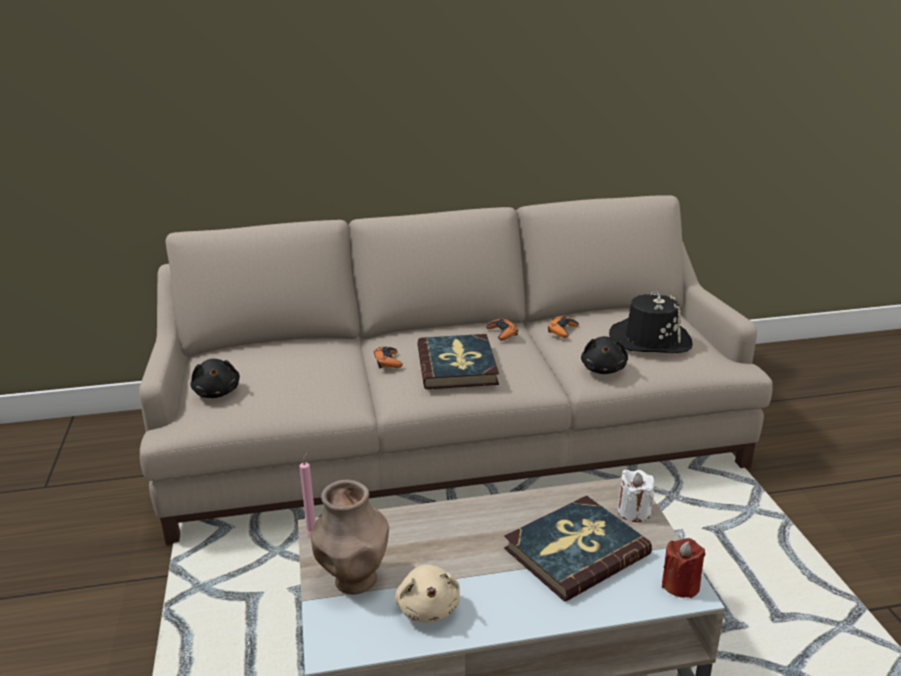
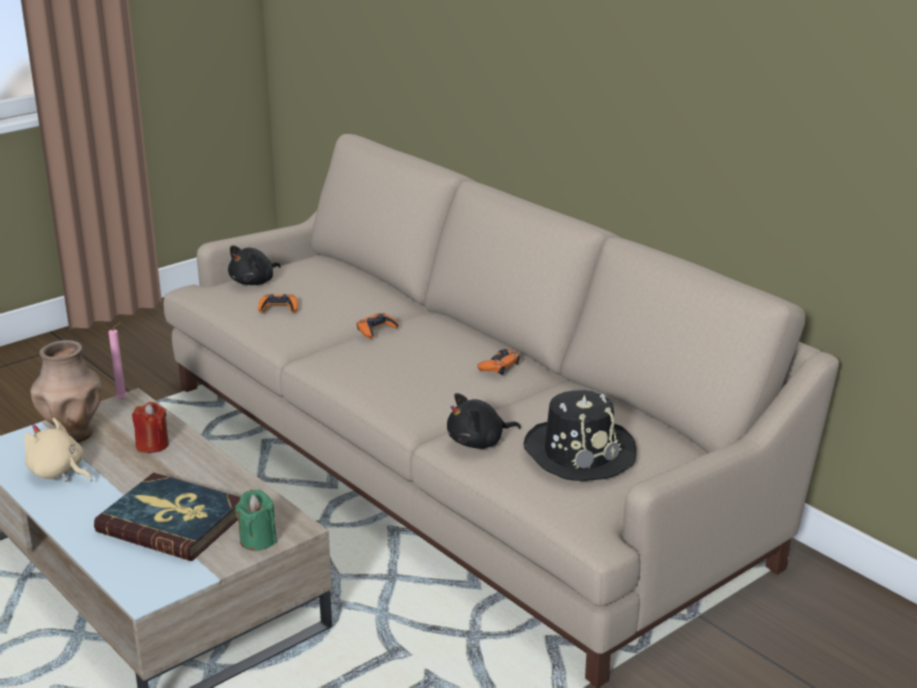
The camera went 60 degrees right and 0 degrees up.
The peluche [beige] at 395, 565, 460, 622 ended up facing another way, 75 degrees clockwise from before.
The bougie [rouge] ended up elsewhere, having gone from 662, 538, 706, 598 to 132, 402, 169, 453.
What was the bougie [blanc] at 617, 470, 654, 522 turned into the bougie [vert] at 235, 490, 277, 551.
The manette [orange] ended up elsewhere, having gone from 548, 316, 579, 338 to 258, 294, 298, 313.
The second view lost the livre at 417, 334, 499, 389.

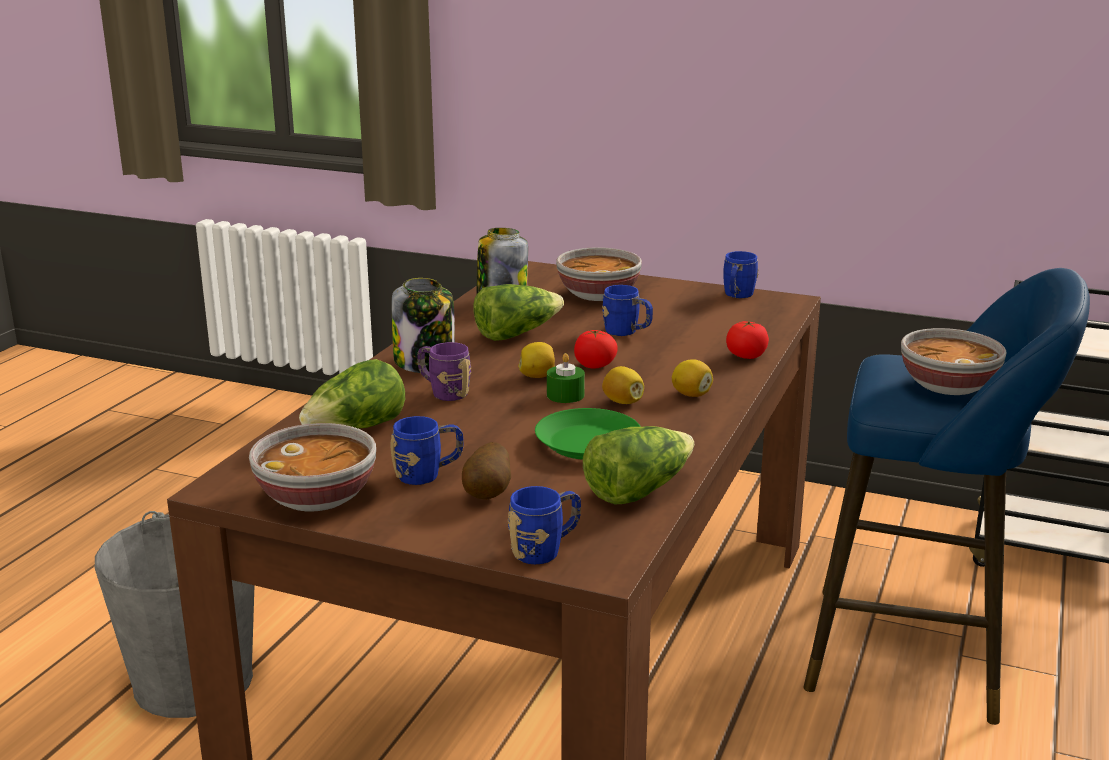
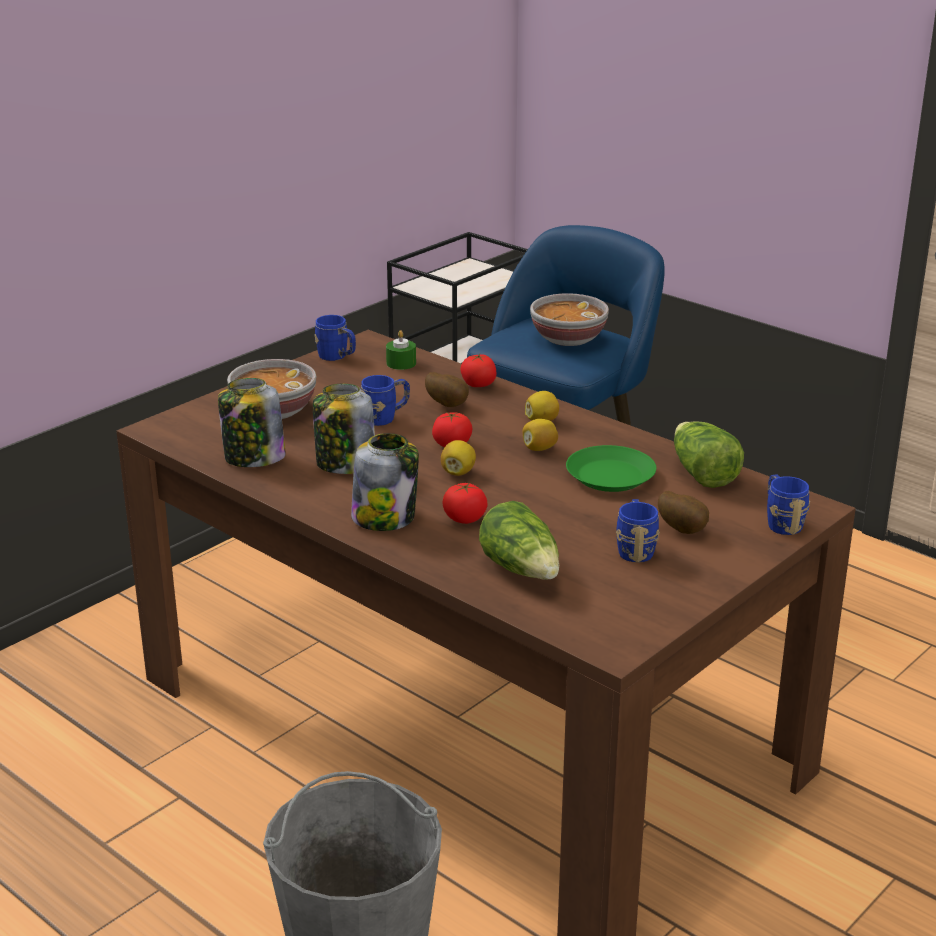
The camera went 70 degrees left and 5 degrees up.
Where the laitue stood at 473, 284, 564, 341, the bocal came to stand at 313, 384, 375, 474.
The bougie [vert] ended up elsewhere, having gone from 547, 353, 585, 403 to 386, 330, 416, 370.
The second view gained the pomme de terre at 425, 372, 469, 407.
Where the mug [violet] stood at 417, 342, 471, 401, the tomate came to stand at 442, 483, 487, 524.
The second view lost the bol at 249, 423, 376, 512.

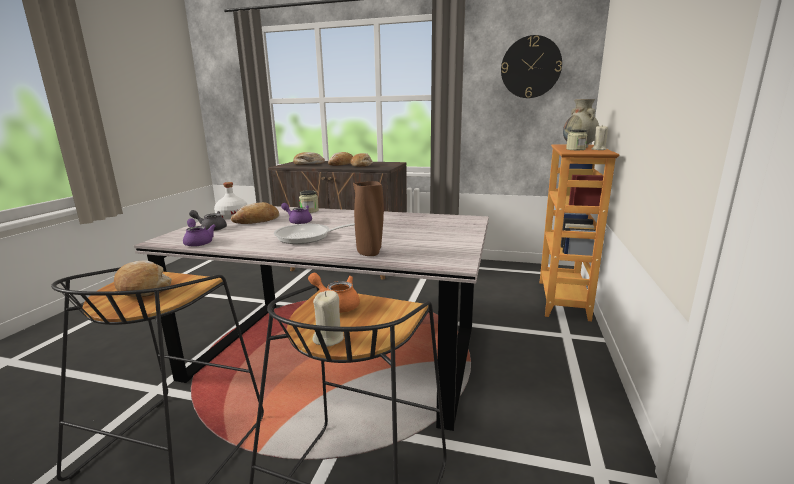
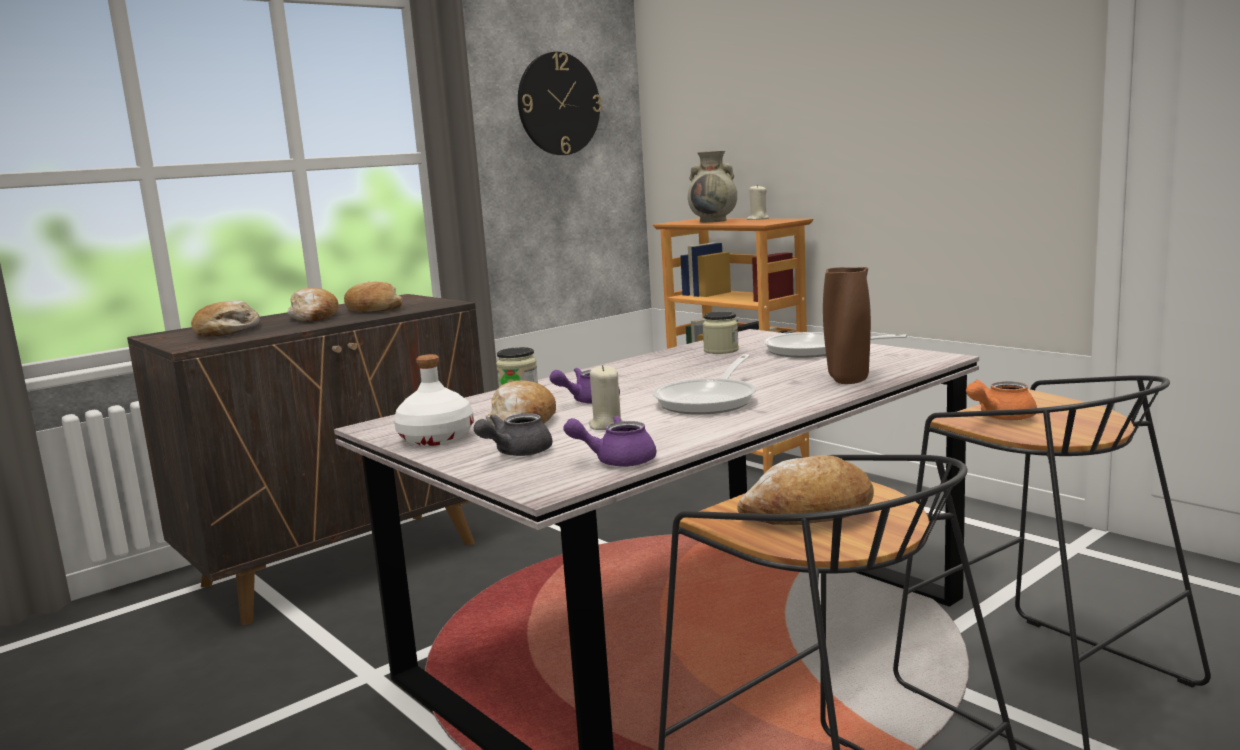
The camera went 55 degrees left and 5 degrees down.
The bougie [beige] ended up elsewhere, having gone from 313, 291, 344, 347 to 589, 365, 623, 430.
The bocal ended up elsewhere, having gone from 566, 129, 587, 150 to 703, 312, 739, 354.
The second view gained the poêle at 763, 332, 907, 358.

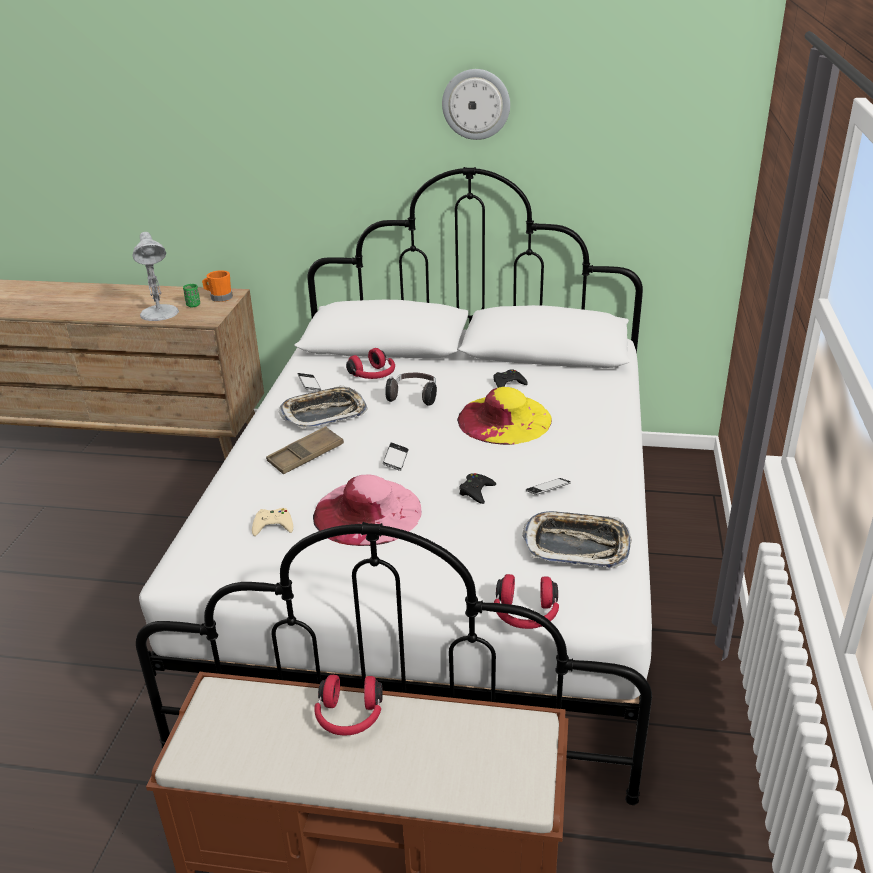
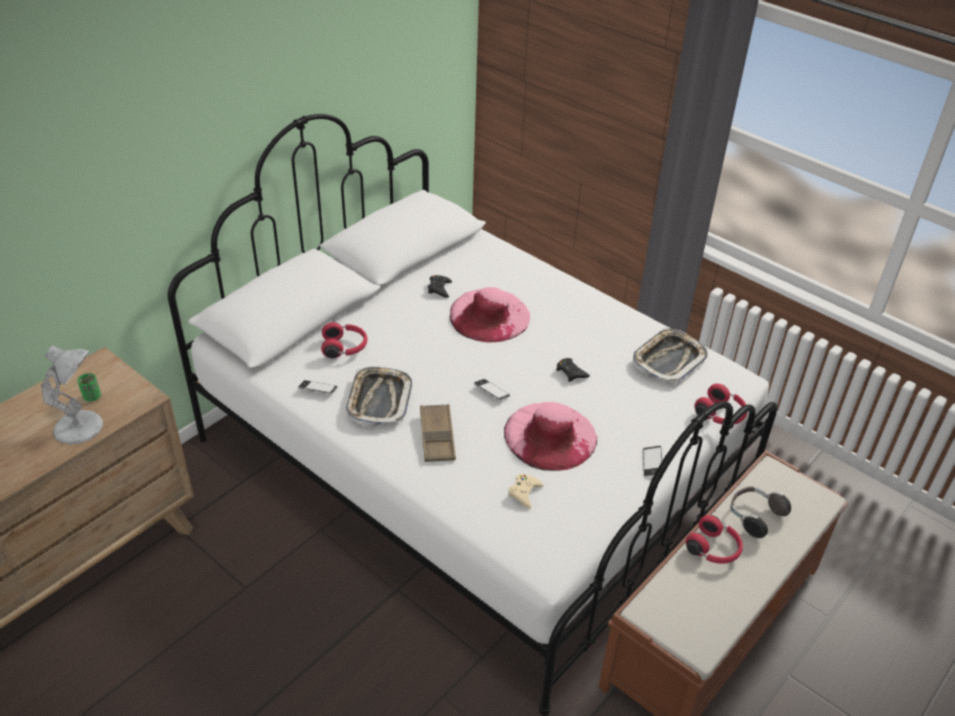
The camera went 60 degrees left and 10 degrees up.
What was the chapeau [jaune] at 457, 387, 552, 445 turned into the chapeau [rose] at 450, 287, 530, 342.
The téléphone ended up elsewhere, having gone from 526, 478, 571, 495 to 643, 446, 662, 477.
The casque audio ended up elsewhere, having gone from 385, 373, 437, 406 to 730, 486, 791, 538.
The second view lost the mug [orange] at 202, 270, 233, 302.
The second view lost the horloge murale at 442, 69, 510, 140.

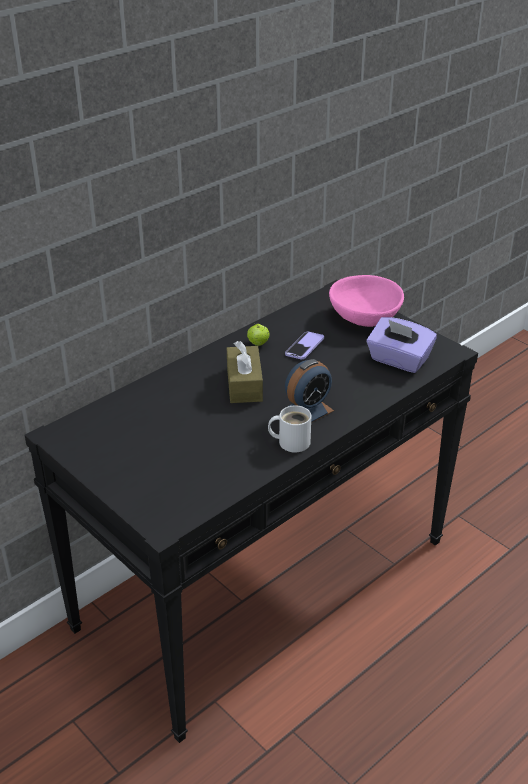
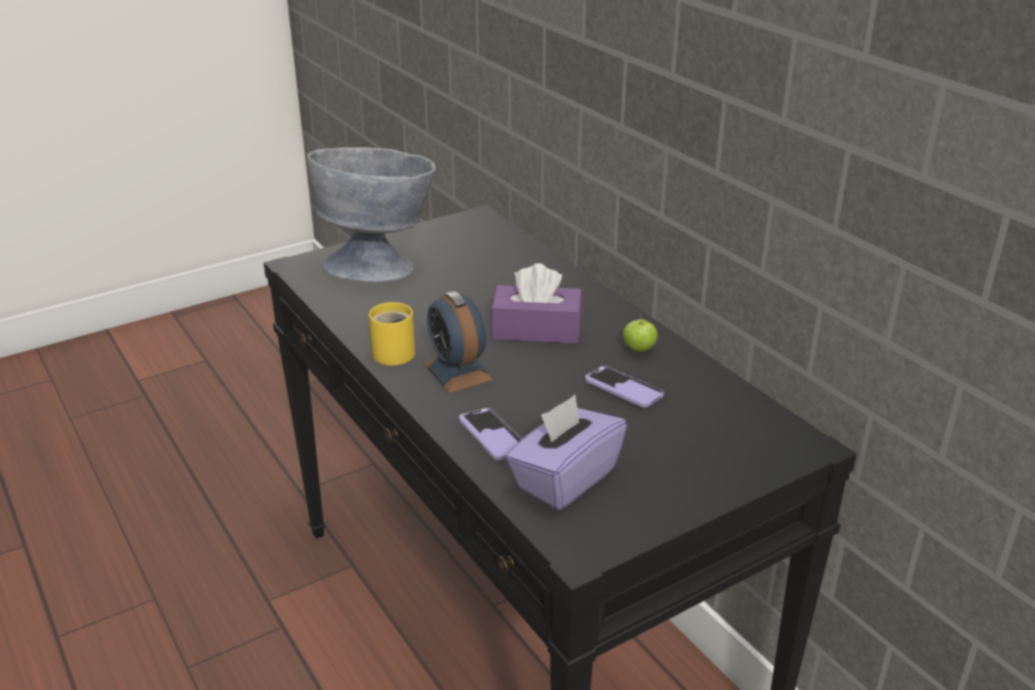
The camera went 100 degrees right and 5 degrees down.
The second view gained the bol [gris] at 307, 147, 436, 282.
What was the mug [blanc] at 268, 405, 311, 453 turned into the mug [jaune] at 369, 302, 415, 366.
The second view gained the téléphone at 459, 408, 522, 460.
What was the boîte à mouchoirs [marron] at 227, 341, 263, 403 turned into the boîte à mouchoirs [violet] at 491, 263, 582, 344.
The second view lost the bol [rose] at 329, 275, 404, 327.

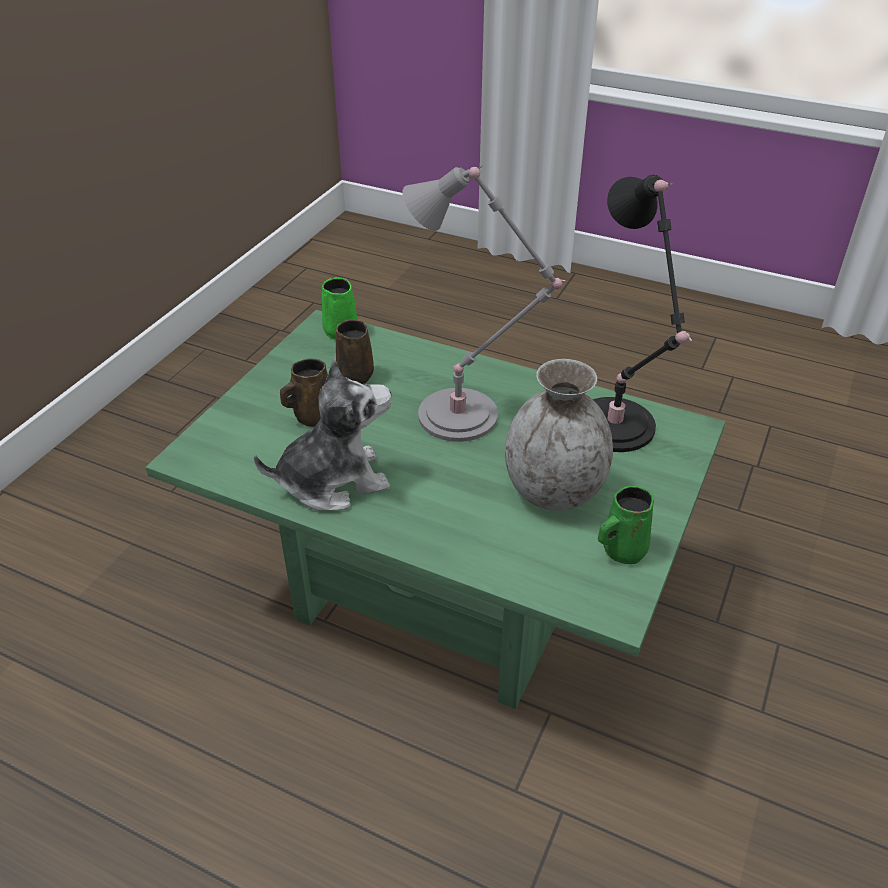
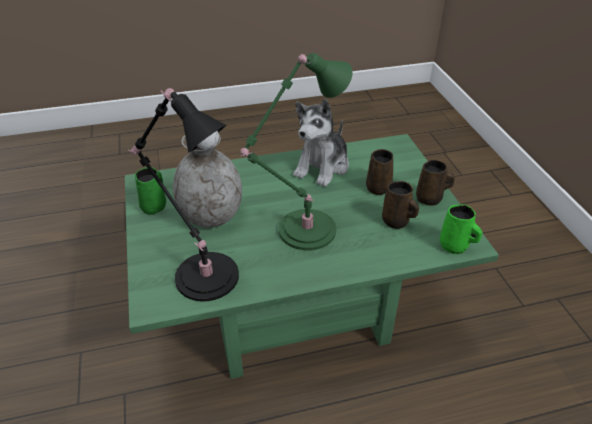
The camera went 140 degrees right and 0 degrees up.
What was the lampe de table [gris] at 402, 165, 565, 442 turned into the lampe de table [vert] at 240, 53, 353, 250.
The second view gained the mug [marron] at 416, 159, 455, 206.

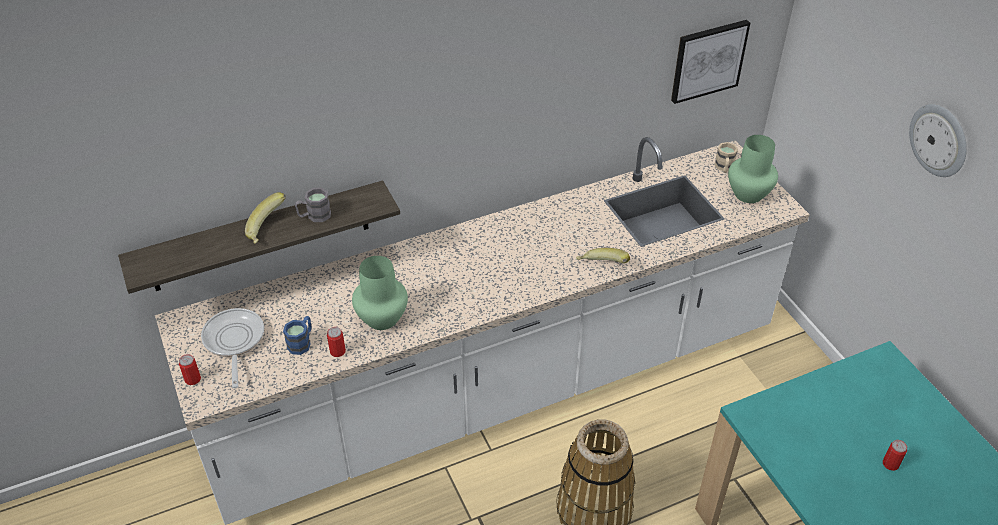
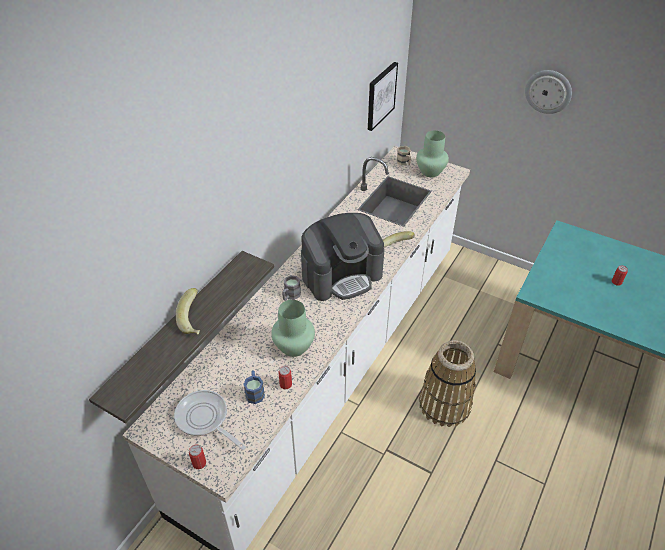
The camera went 35 degrees left and 0 degrees up.
The mug [gris] ended up elsewhere, having gone from 295, 188, 331, 222 to 282, 275, 301, 301.
The second view gained the machine à café at 301, 213, 385, 301.

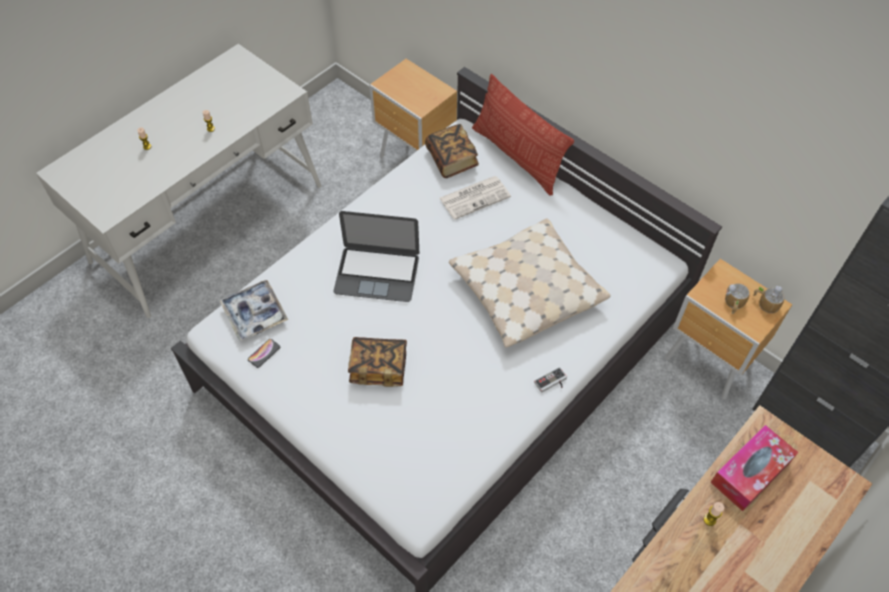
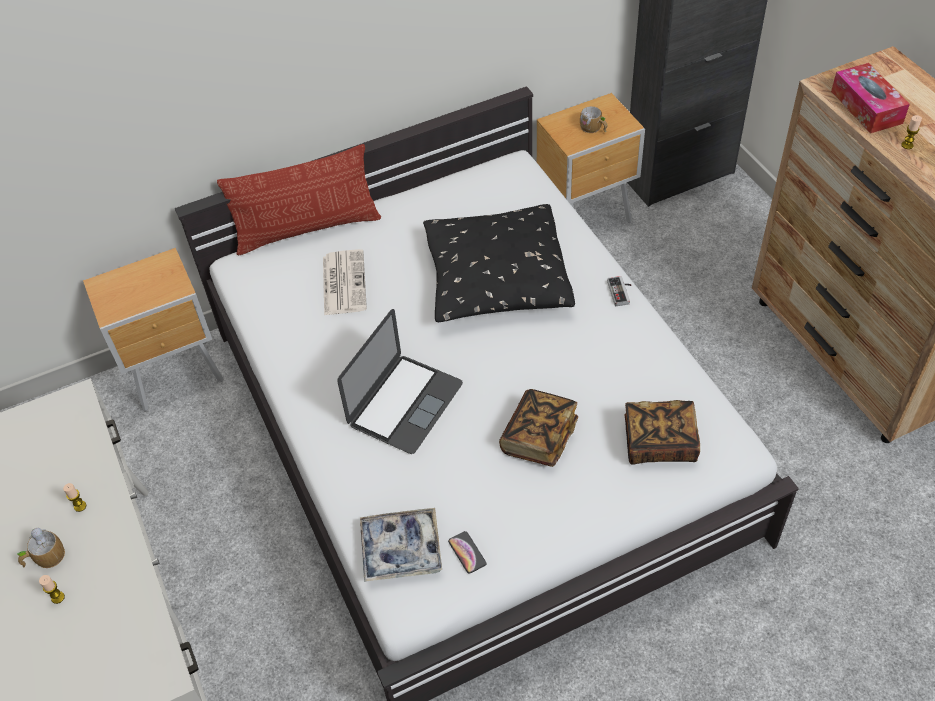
The camera went 65 degrees left and 5 degrees down.
The mug ended up elsewhere, having gone from 753, 286, 784, 314 to 17, 528, 65, 568.
What was the coussin [beige] at 449, 218, 611, 348 turned into the coussin [noir] at 423, 204, 575, 322.
The livre ended up elsewhere, having gone from 425, 124, 479, 178 to 625, 400, 700, 465.

